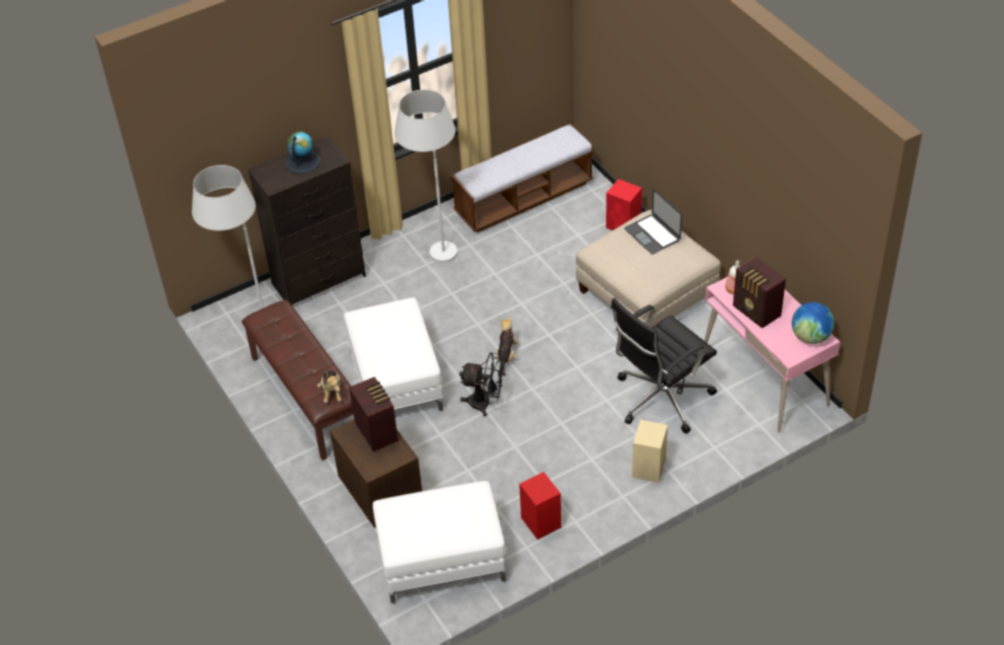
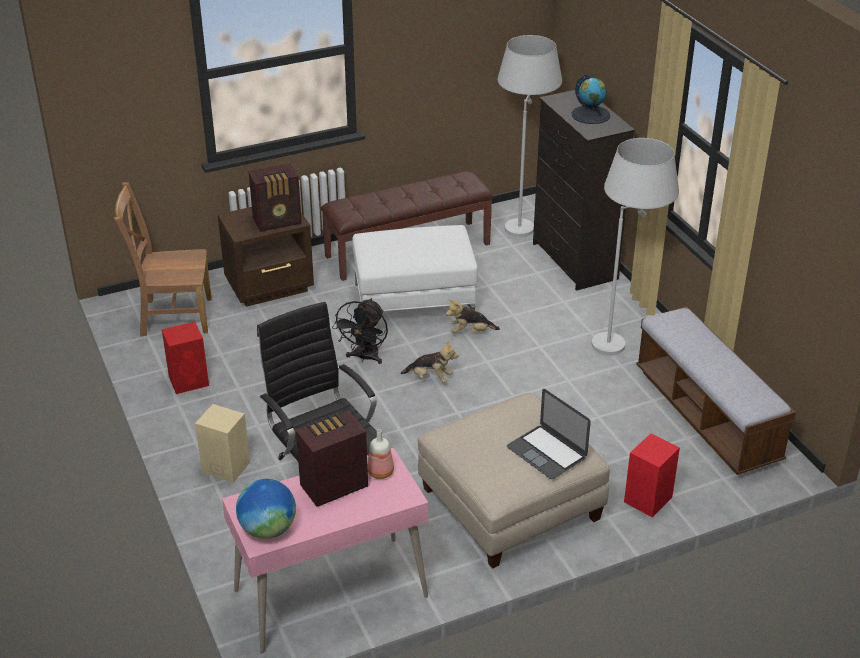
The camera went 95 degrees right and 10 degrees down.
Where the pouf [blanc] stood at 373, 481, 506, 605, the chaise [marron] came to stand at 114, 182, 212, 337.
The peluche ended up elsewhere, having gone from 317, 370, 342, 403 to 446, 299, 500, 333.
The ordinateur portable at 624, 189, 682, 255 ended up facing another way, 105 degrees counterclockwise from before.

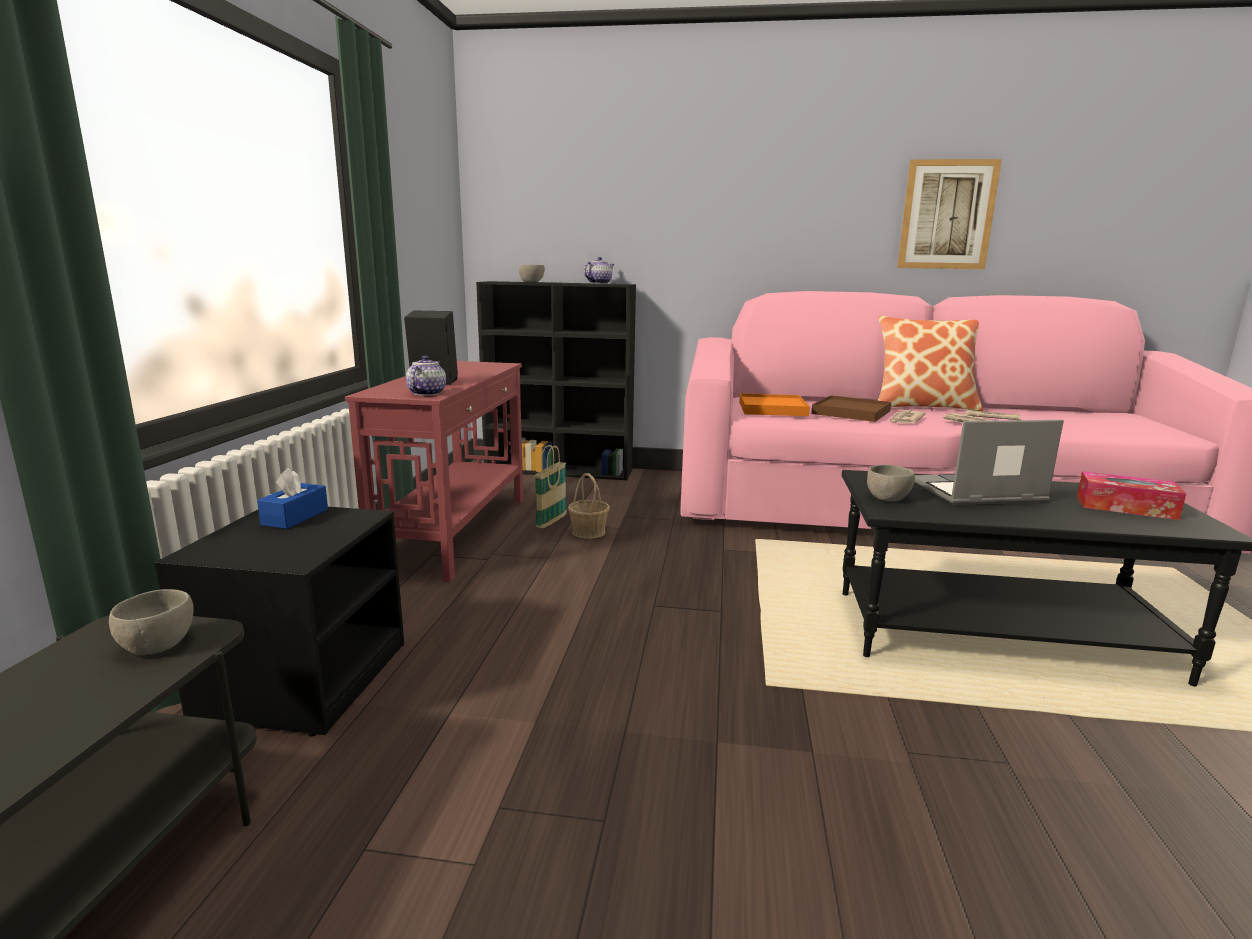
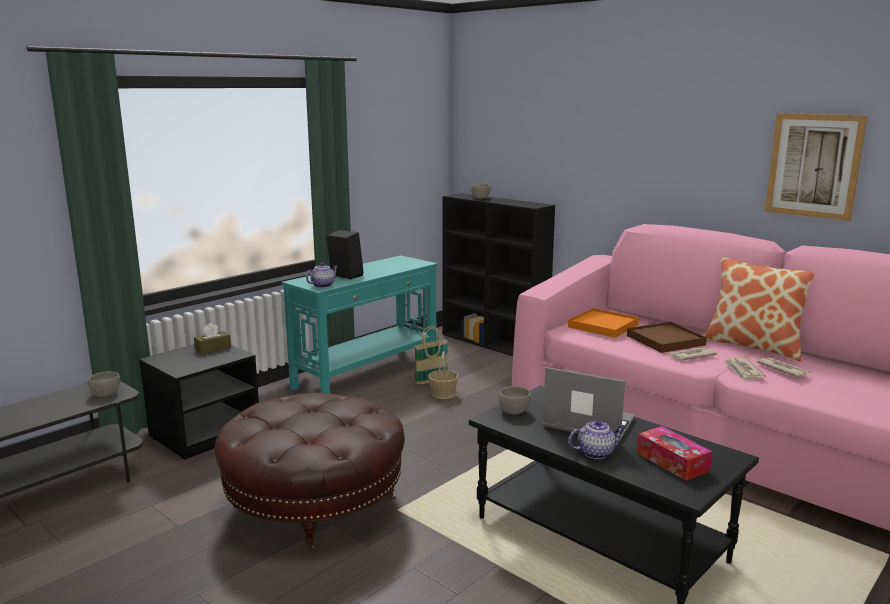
The camera went 35 degrees right and 0 degrees up.
What was the boîte à mouchoirs [bleu] at 257, 468, 328, 529 turned into the boîte à mouchoirs [marron] at 194, 323, 231, 354.
The second view gained the pouf [marron] at 215, 393, 405, 551.
What was the table console [rouge] at 345, 361, 523, 582 turned into the table console [turquoise] at 282, 255, 438, 393.
The théière ended up elsewhere, having gone from 584, 257, 614, 284 to 568, 420, 626, 459.

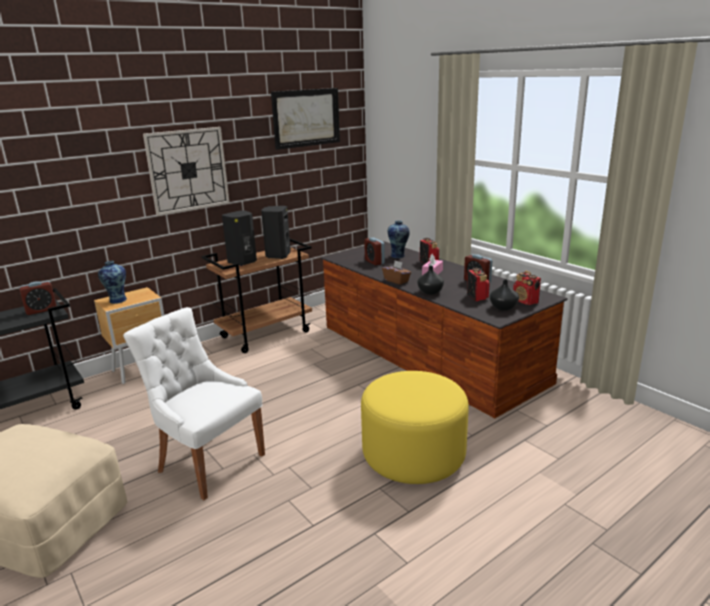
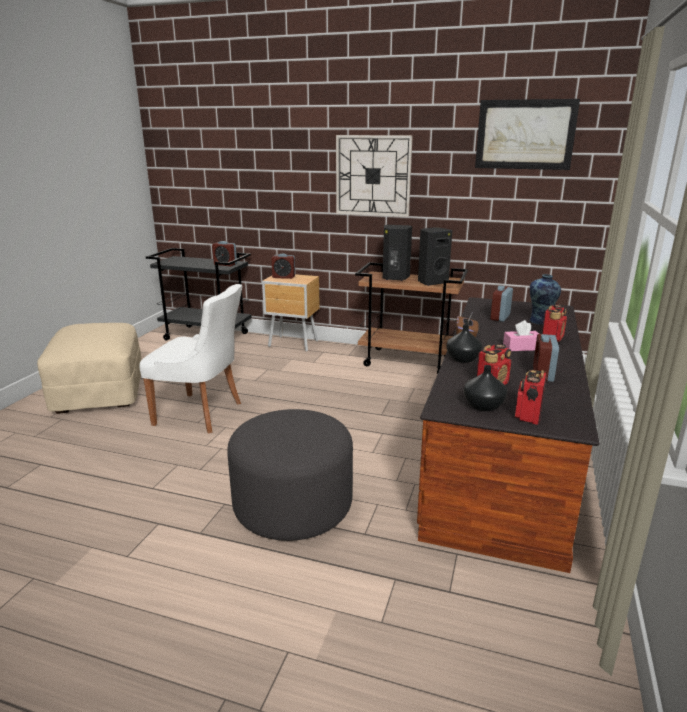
The camera went 55 degrees right and 0 degrees up.
The chaise [blanc] at 123, 307, 265, 500 ended up facing another way, 105 degrees clockwise from before.
What was the pouf [jaune] at 361, 371, 469, 484 turned into the pouf [gris] at 227, 409, 353, 541.
Where the vase stood at 98, 261, 127, 304, the réveil came to stand at 271, 254, 295, 279.

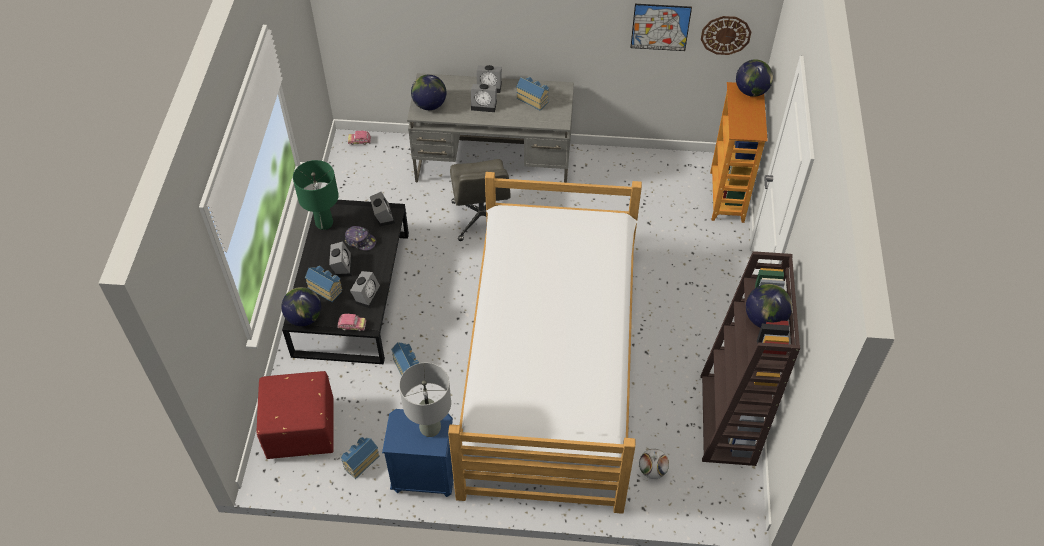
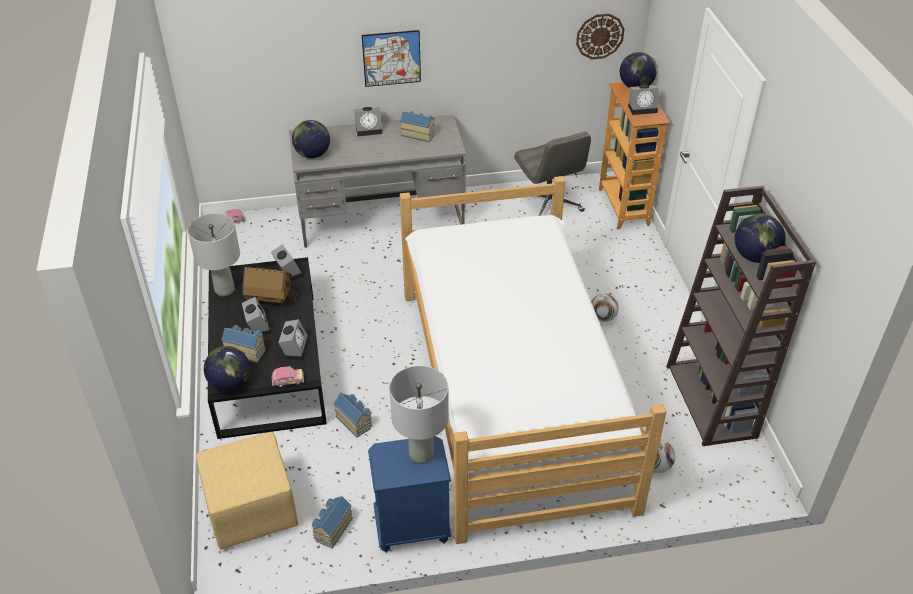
The camera went 15 degrees left and 10 degrees down.
What was the lampe de table [vert] at 293, 160, 339, 230 turned into the lampe de table [gris] at 188, 213, 240, 297.
What was the pouf [rouge] at 256, 371, 334, 459 turned into the pouf [jaune] at 196, 432, 298, 549.
Where the casquette stood at 345, 226, 376, 250, the maison miniature came to stand at 242, 266, 298, 306.
The tableau ended up elsewhere, having gone from 630, 4, 692, 51 to 362, 30, 421, 87.
The chaise de bureau [gris] ended up elsewhere, having gone from 450, 159, 511, 241 to 514, 132, 591, 216.
The second view gained the ballon de foot at 591, 293, 619, 322.
The réveil ended up elsewhere, having gone from 471, 84, 497, 112 to 628, 85, 659, 115.

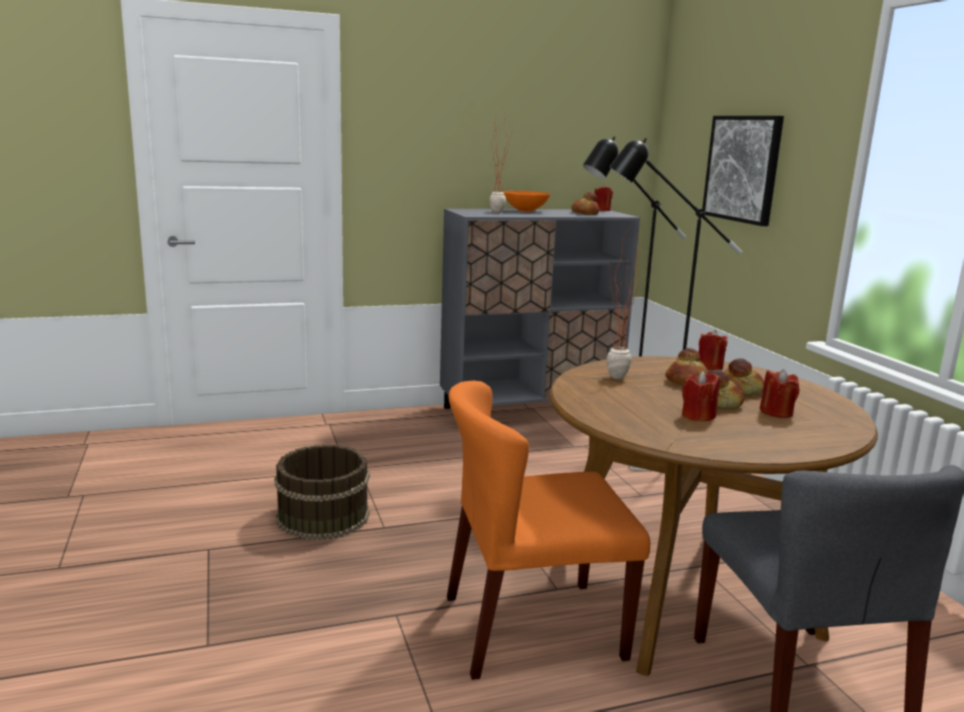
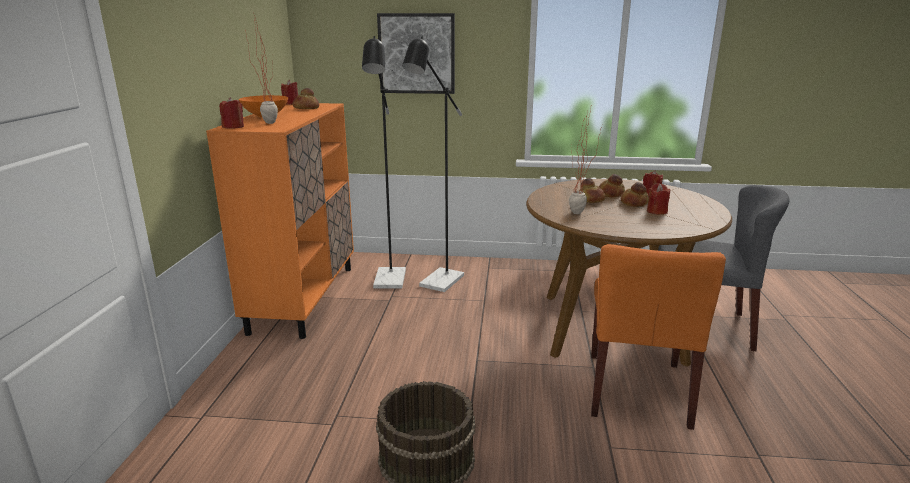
The camera went 65 degrees left and 5 degrees up.
What was the meuble de rangement [gris] at 440, 209, 640, 409 turned into the meuble de rangement [orange] at 206, 103, 354, 339.
The bougie [rouge] ended up elsewhere, having gone from 698, 330, 728, 370 to 219, 97, 244, 129.

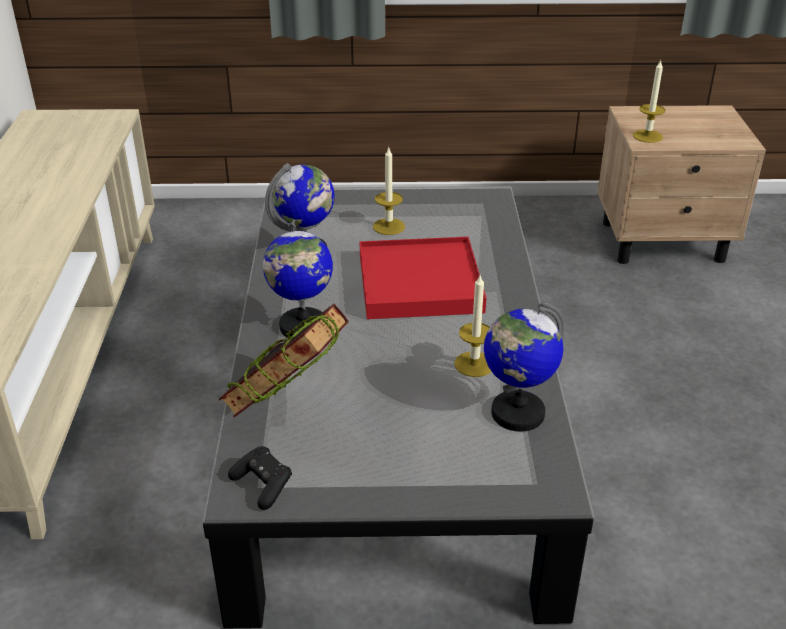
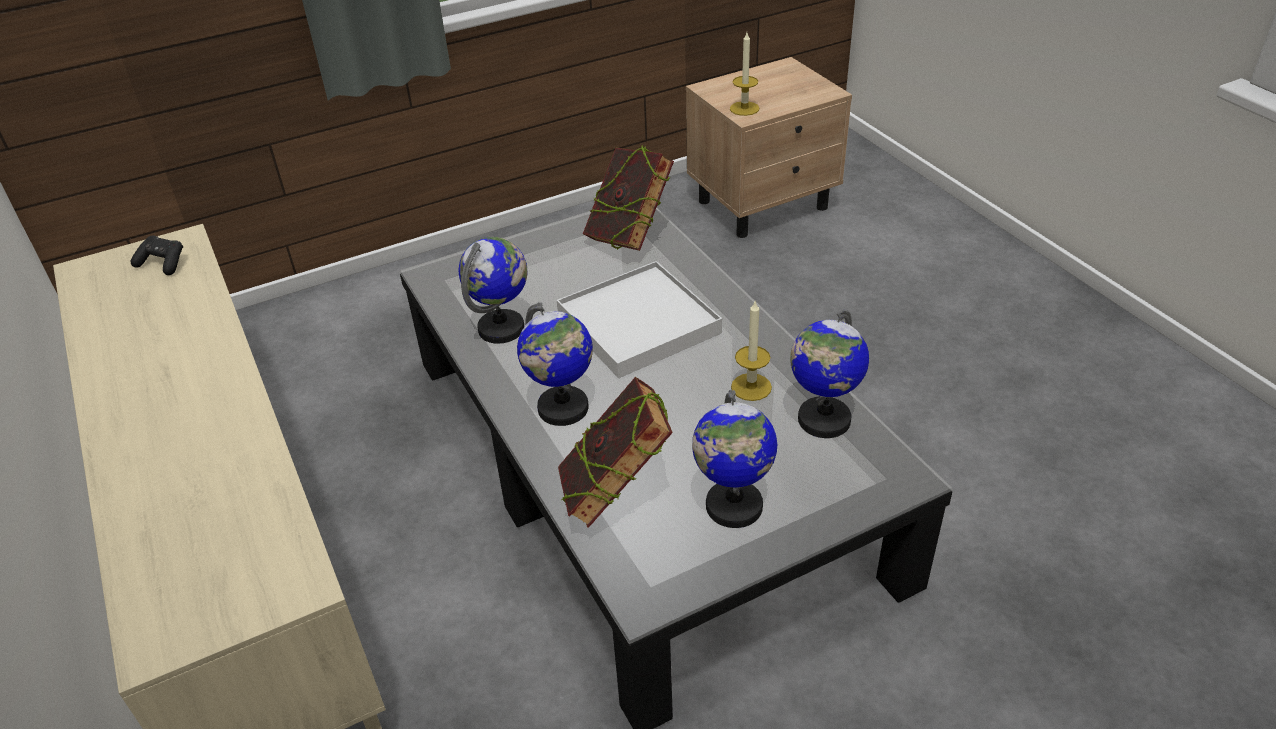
The camera went 25 degrees left and 5 degrees up.
The manette [noir] ended up elsewhere, having gone from 228, 446, 292, 510 to 130, 235, 183, 275.
What was the plateau [rouge] at 360, 237, 486, 319 turned into the plateau [blanc] at 557, 261, 722, 378.
The second view gained the livre at 583, 145, 674, 251.
The second view gained the globe at 692, 390, 777, 528.
The second view lost the bougie at 373, 146, 405, 235.

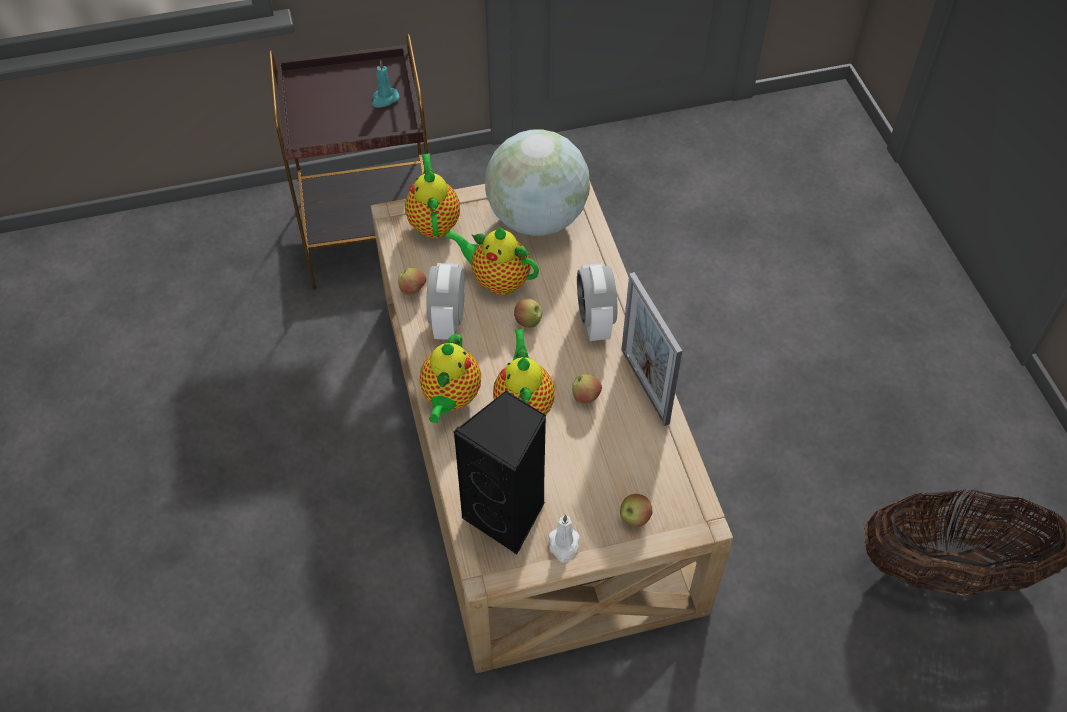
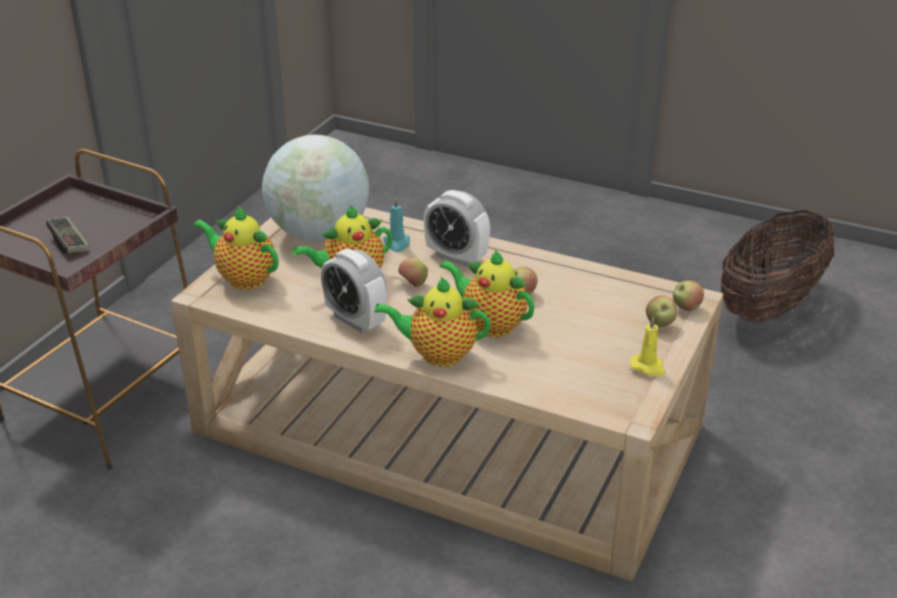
The camera went 50 degrees left and 20 degrees down.
The second view gained the manette at 46, 217, 89, 254.
The théière at 419, 331, 481, 423 ended up facing another way, 135 degrees clockwise from before.
The bougie [turquoise] ended up elsewhere, having gone from 372, 60, 399, 107 to 384, 198, 410, 252.
What was the bougie [blanc] at 549, 514, 580, 563 turned into the bougie [jaune] at 630, 316, 666, 376.
The pomme ended up elsewhere, having gone from 398, 268, 426, 296 to 673, 280, 704, 311.
The second view lost the enceinte [noir] at 453, 390, 546, 554.
The second view lost the cadre photo at 621, 272, 682, 426.

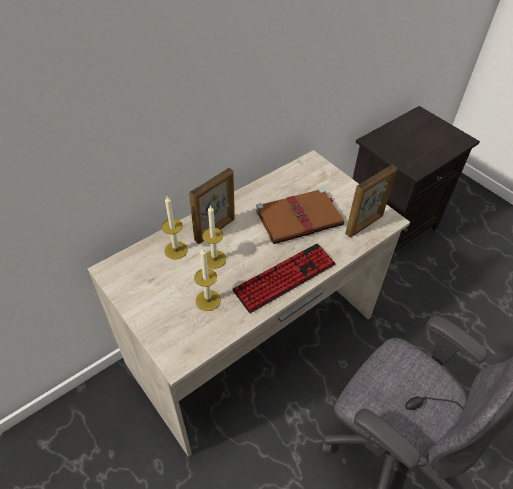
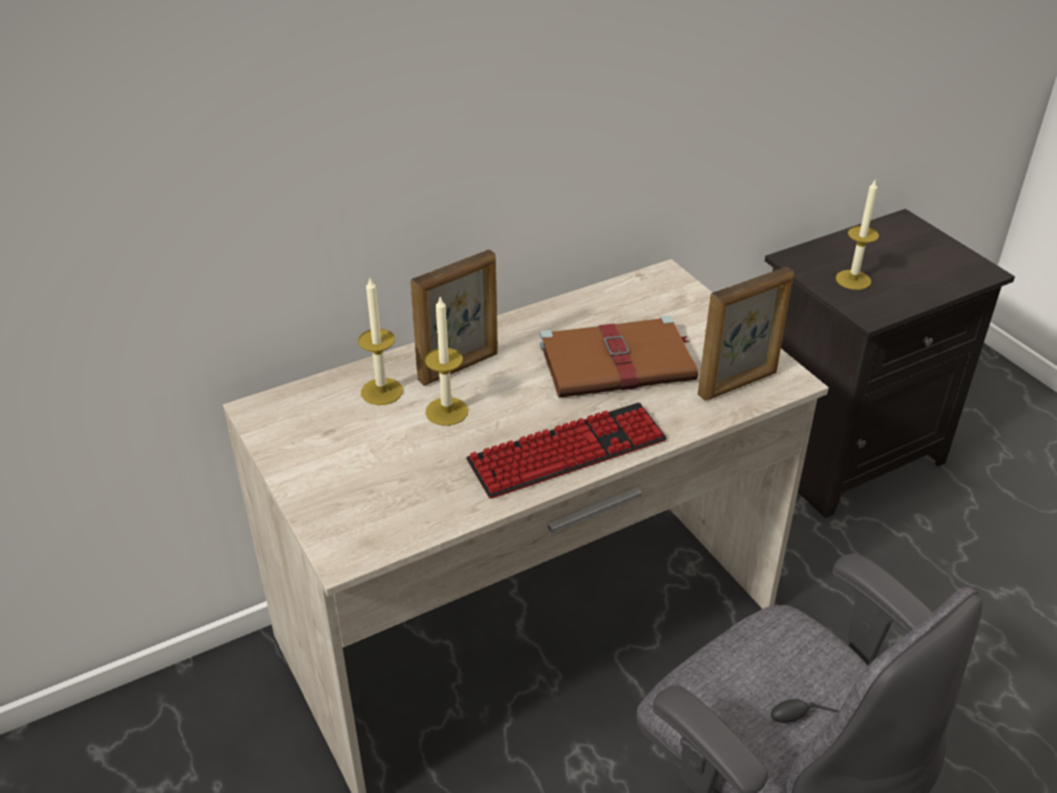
The camera went 10 degrees right and 10 degrees down.
The bougie ended up elsewhere, having gone from 194, 248, 221, 311 to 836, 180, 879, 290.

